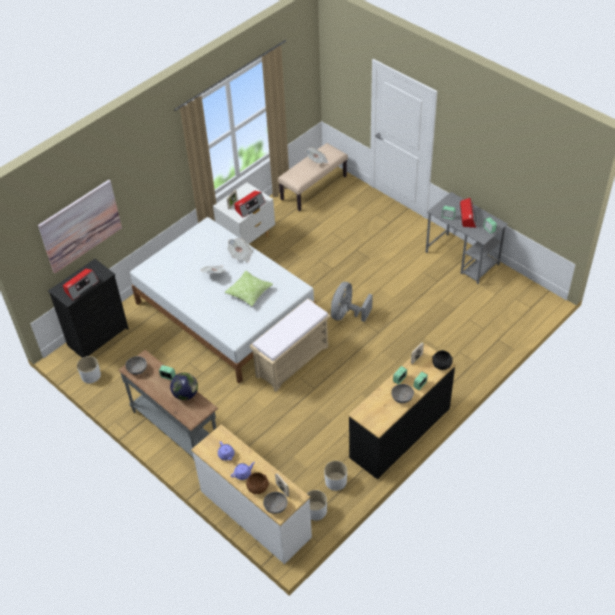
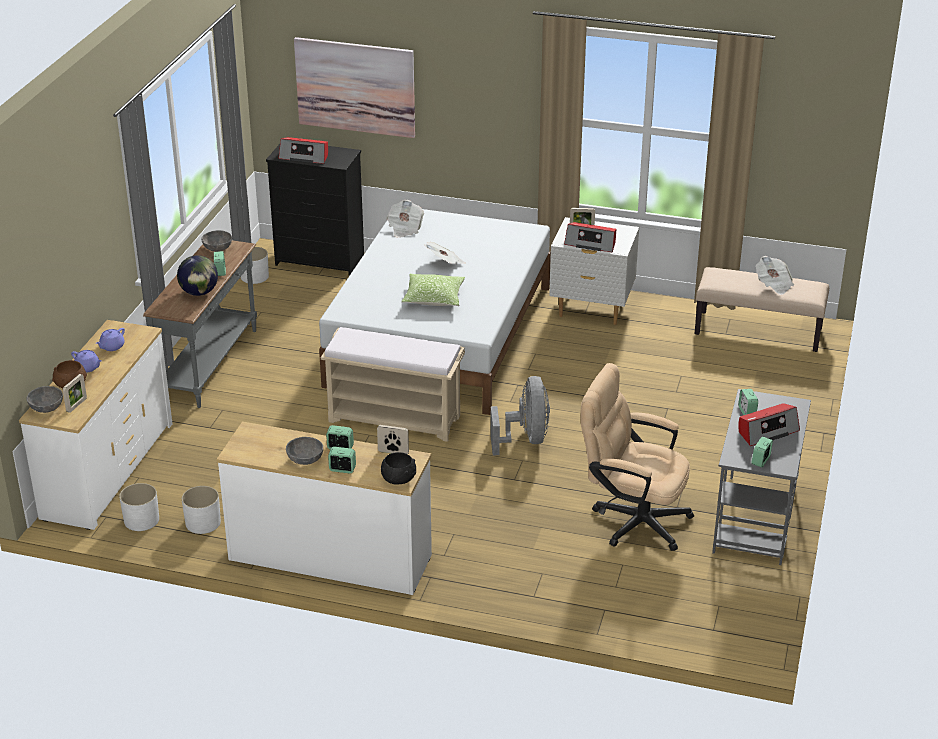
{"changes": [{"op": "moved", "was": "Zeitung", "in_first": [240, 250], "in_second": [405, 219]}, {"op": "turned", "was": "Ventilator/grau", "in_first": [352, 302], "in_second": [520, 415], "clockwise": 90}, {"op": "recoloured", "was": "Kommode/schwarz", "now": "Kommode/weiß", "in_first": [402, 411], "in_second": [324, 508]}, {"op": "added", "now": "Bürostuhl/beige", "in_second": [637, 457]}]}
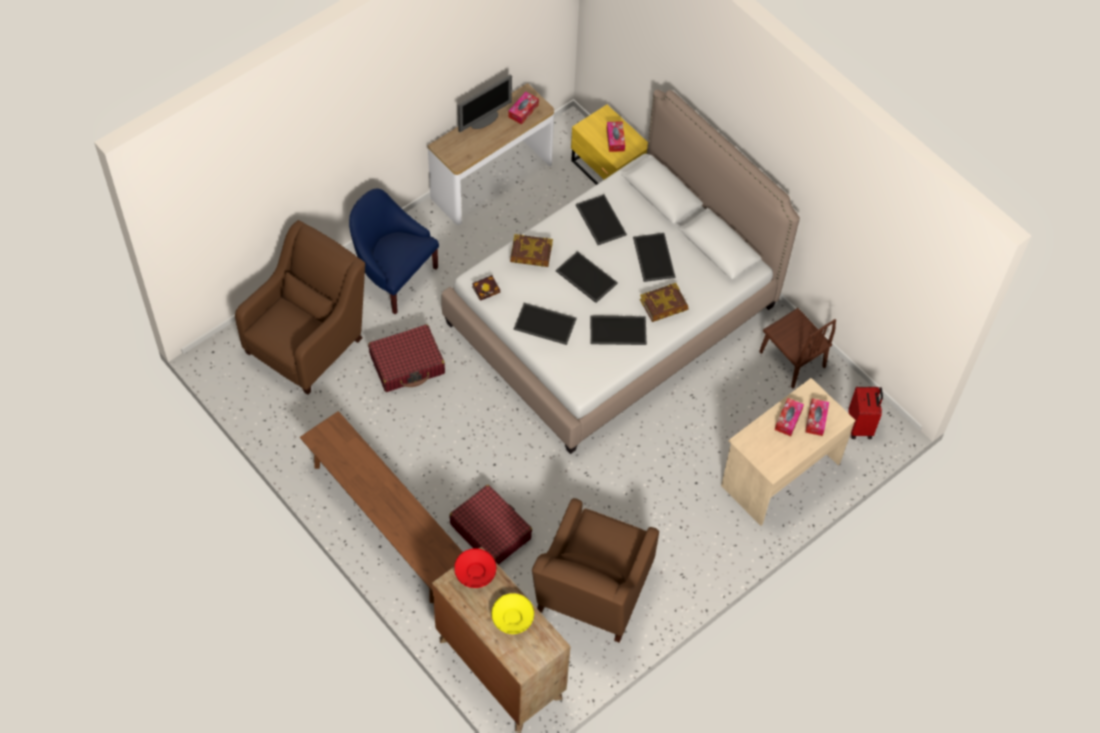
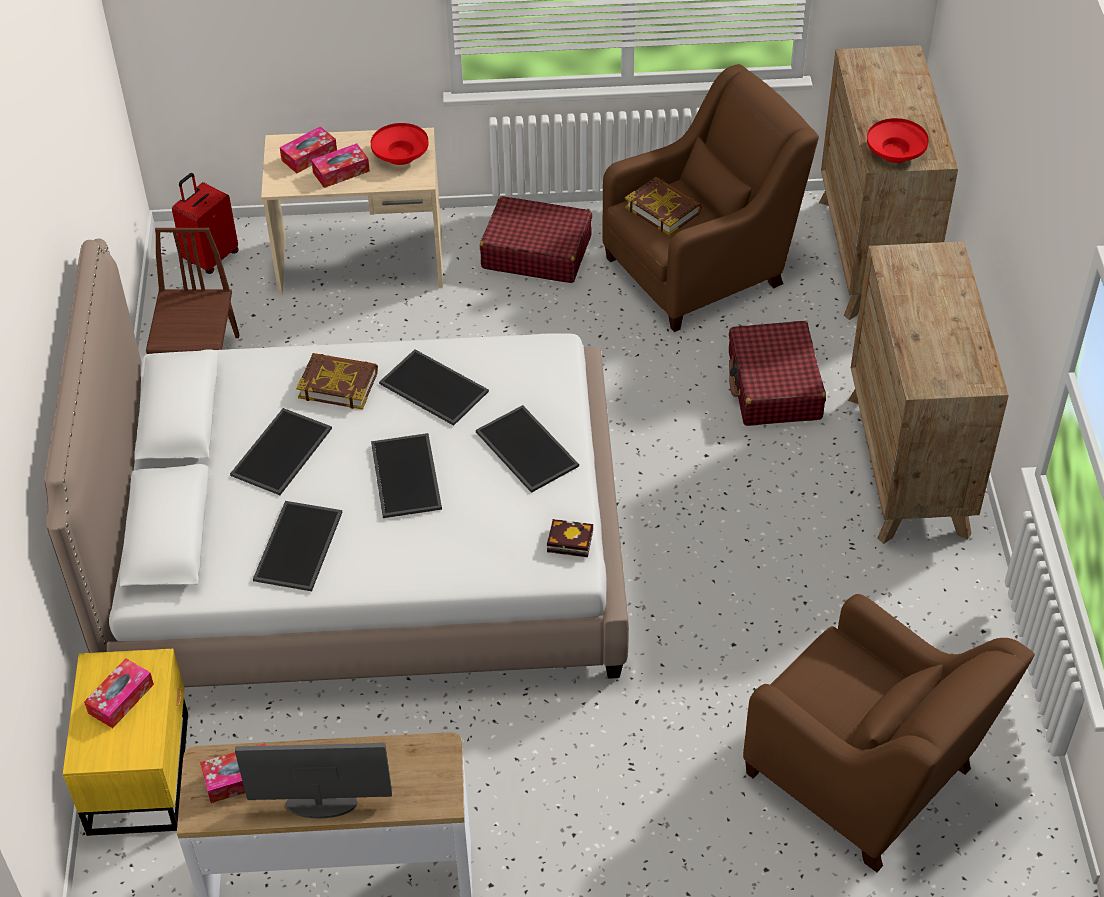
{"changes": [{"op": "removed", "was": "Sessel/blau", "in_first": [394, 252]}, {"op": "turned", "was": "Sessel/braun", "in_first": [300, 307], "in_second": [889, 733], "clockwise": -120}, {"op": "moved", "was": "Buch", "in_first": [531, 250], "in_second": [663, 206]}, {"op": "moved", "was": "Koffer/rot", "in_first": [406, 358], "in_second": [536, 239]}, {"op": "replaced", "was": "Bank/braun", "now": "Kommode/braun", "in_first": [381, 507], "in_second": [928, 392]}, {"op": "removed", "was": "Schüssel/gelb", "in_first": [513, 613]}, {"op": "added", "now": "Schüssel/rot", "in_second": [400, 144]}]}
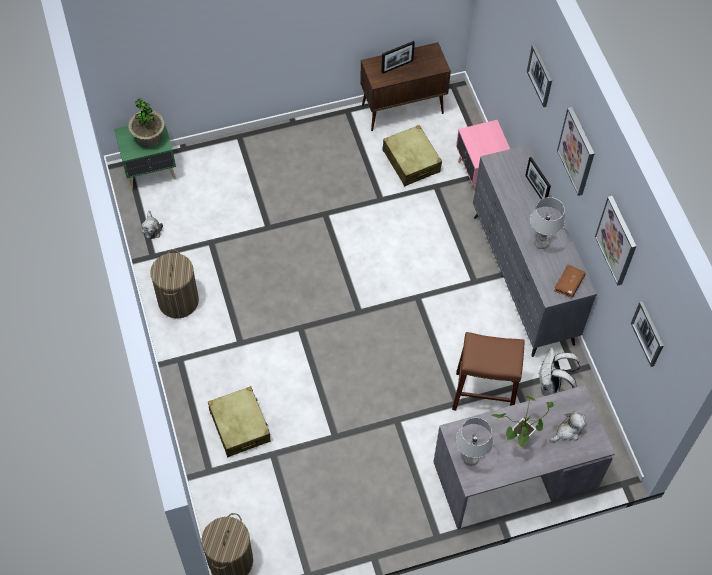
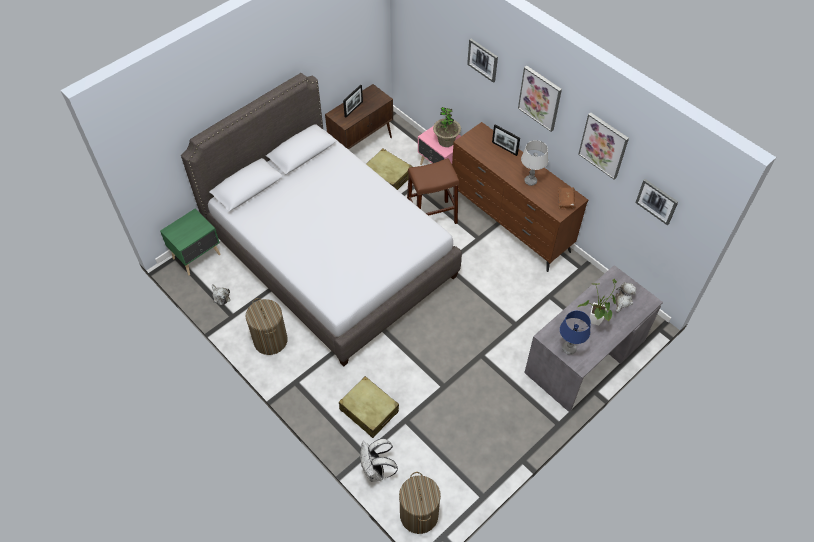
{"changes": [{"op": "moved", "was": "Topfpflanze", "in_first": [146, 122], "in_second": [447, 127]}, {"op": "recoloured", "was": "Kommode/grau", "now": "Kommode/braun", "in_first": [535, 251], "in_second": [520, 197]}, {"op": "moved", "was": "Hocker/braun", "in_first": [488, 371], "in_second": [433, 191]}, {"op": "moved", "was": "Rucksack/weiß", "in_first": [559, 372], "in_second": [379, 460]}, {"op": "recoloured", "was": "Tischlampe/grau", "now": "Tischlampe/blau", "in_first": [474, 442], "in_second": [575, 333]}, {"op": "added", "now": "Bett/grau", "in_second": [321, 219]}]}
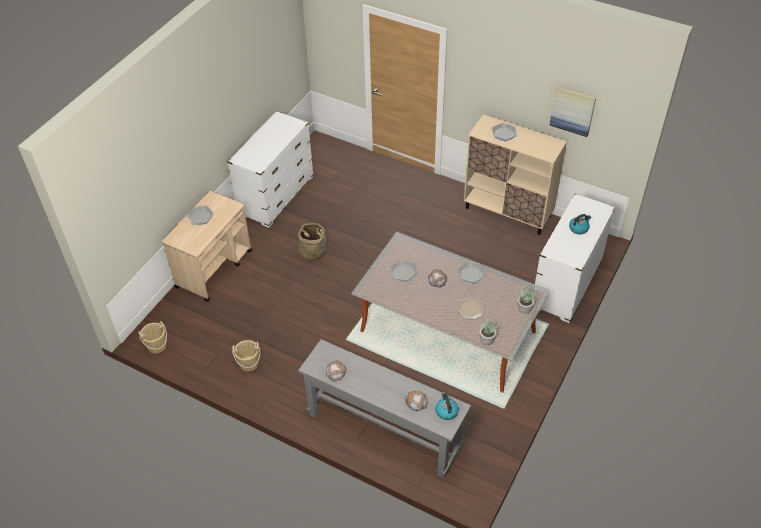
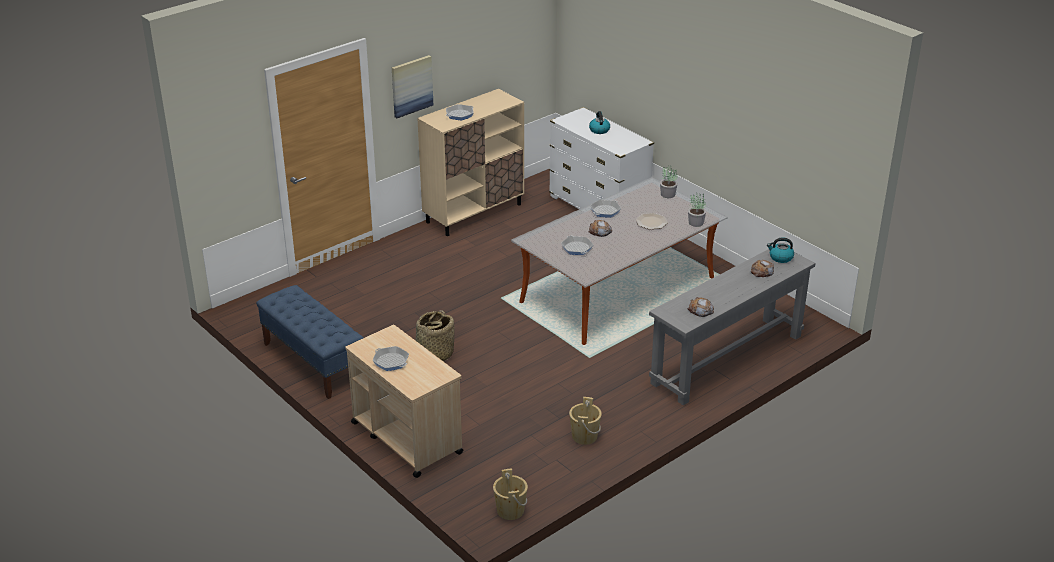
{"changes": [{"op": "moved", "was": "Bild", "in_first": [573, 111], "in_second": [412, 86]}, {"op": "replaced", "was": "Kommode/weiß", "now": "Bank/blau", "in_first": [270, 169], "in_second": [309, 342]}]}
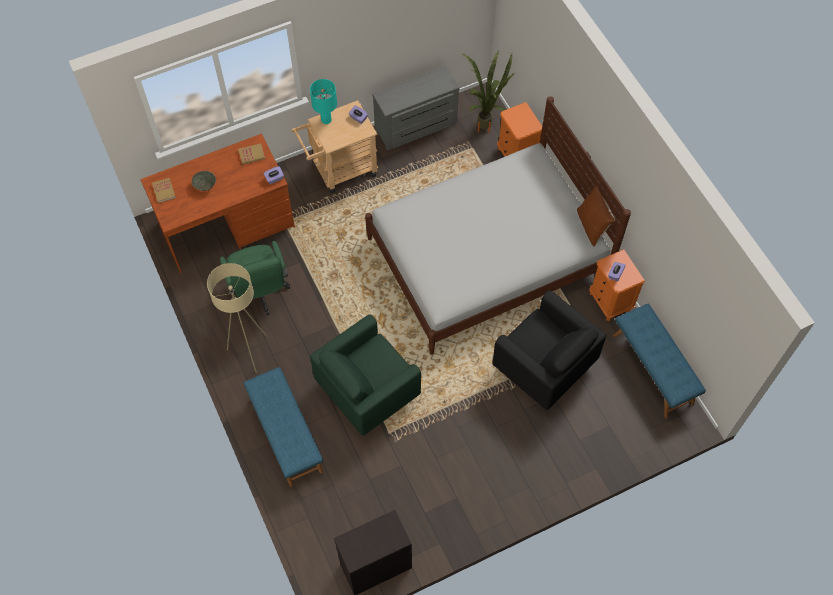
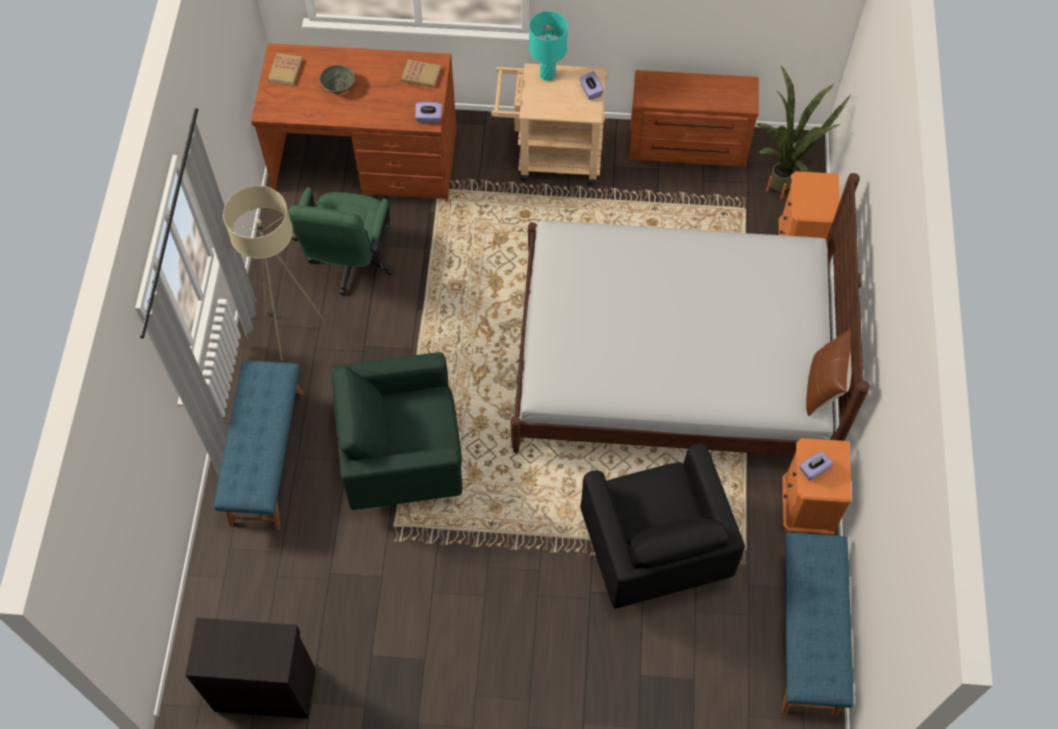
{"changes": [{"op": "recoloured", "was": "Kommode/grau", "now": "Kommode/braun", "in_first": [416, 108], "in_second": [694, 118]}]}
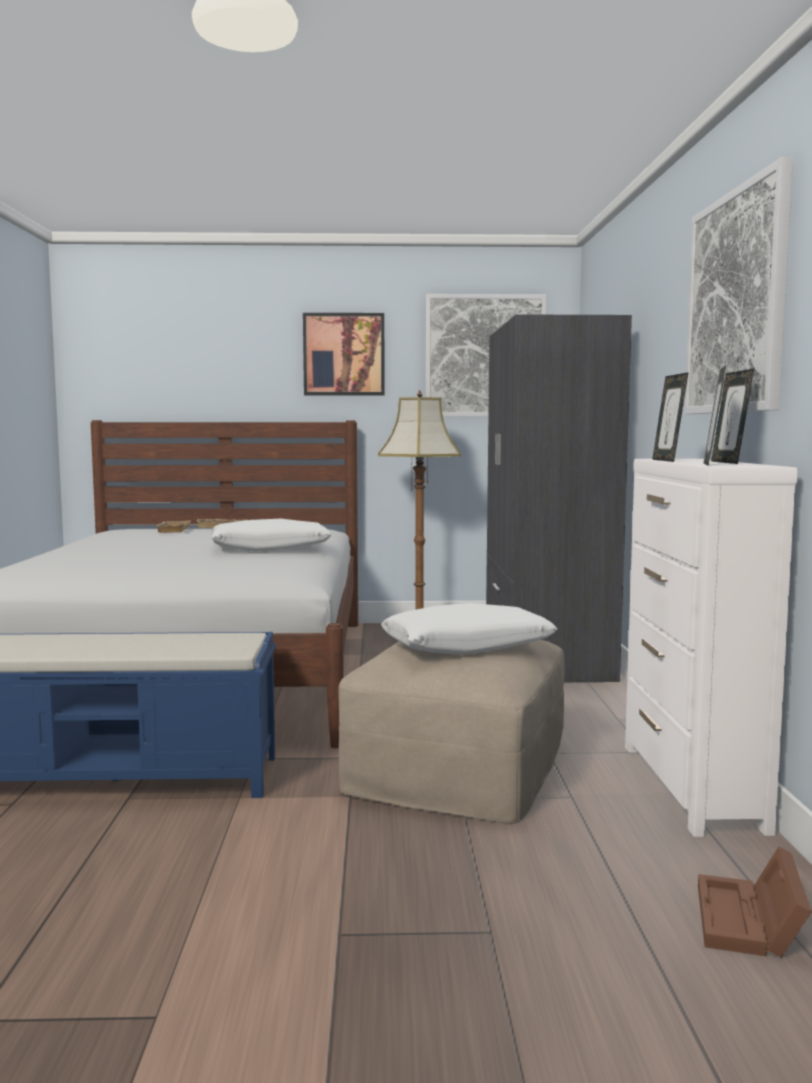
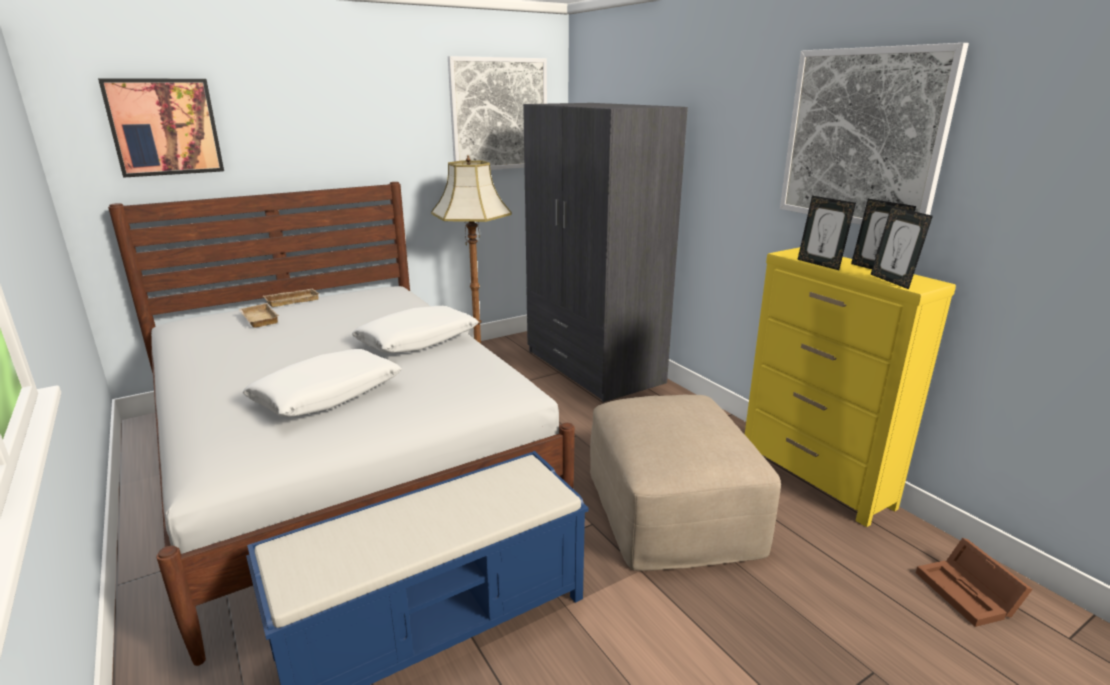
{"changes": [{"op": "moved", "was": "Bild", "in_first": [344, 354], "in_second": [161, 128]}, {"op": "recoloured", "was": "Kommode/weiß", "now": "Kommode/gelb", "in_first": [711, 648], "in_second": [850, 387]}, {"op": "moved", "was": "Kissen/weiß", "in_first": [469, 629], "in_second": [322, 383]}]}
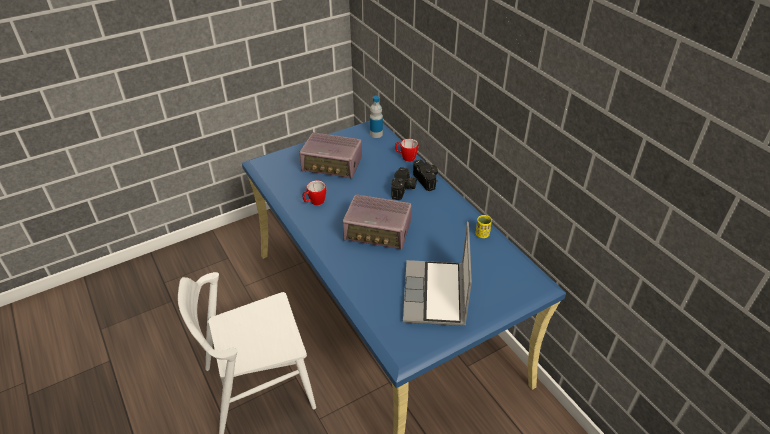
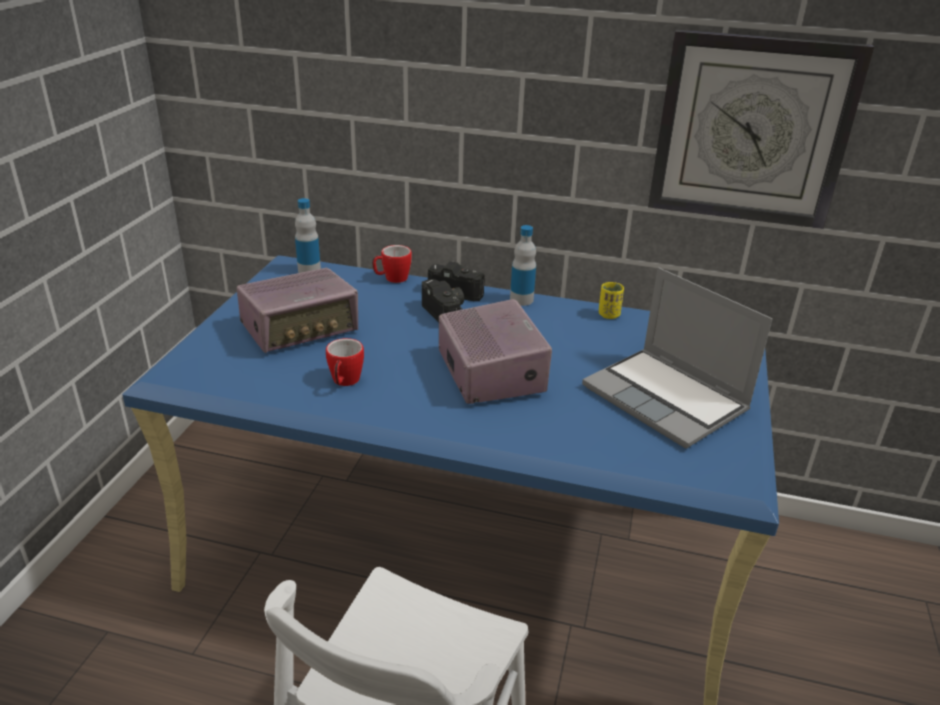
{"changes": [{"op": "turned", "was": "Radio", "in_first": [377, 222], "in_second": [495, 351], "clockwise": -75}, {"op": "added", "now": "Wanduhr", "in_second": [761, 129]}, {"op": "added", "now": "Flasche", "in_second": [523, 265]}]}
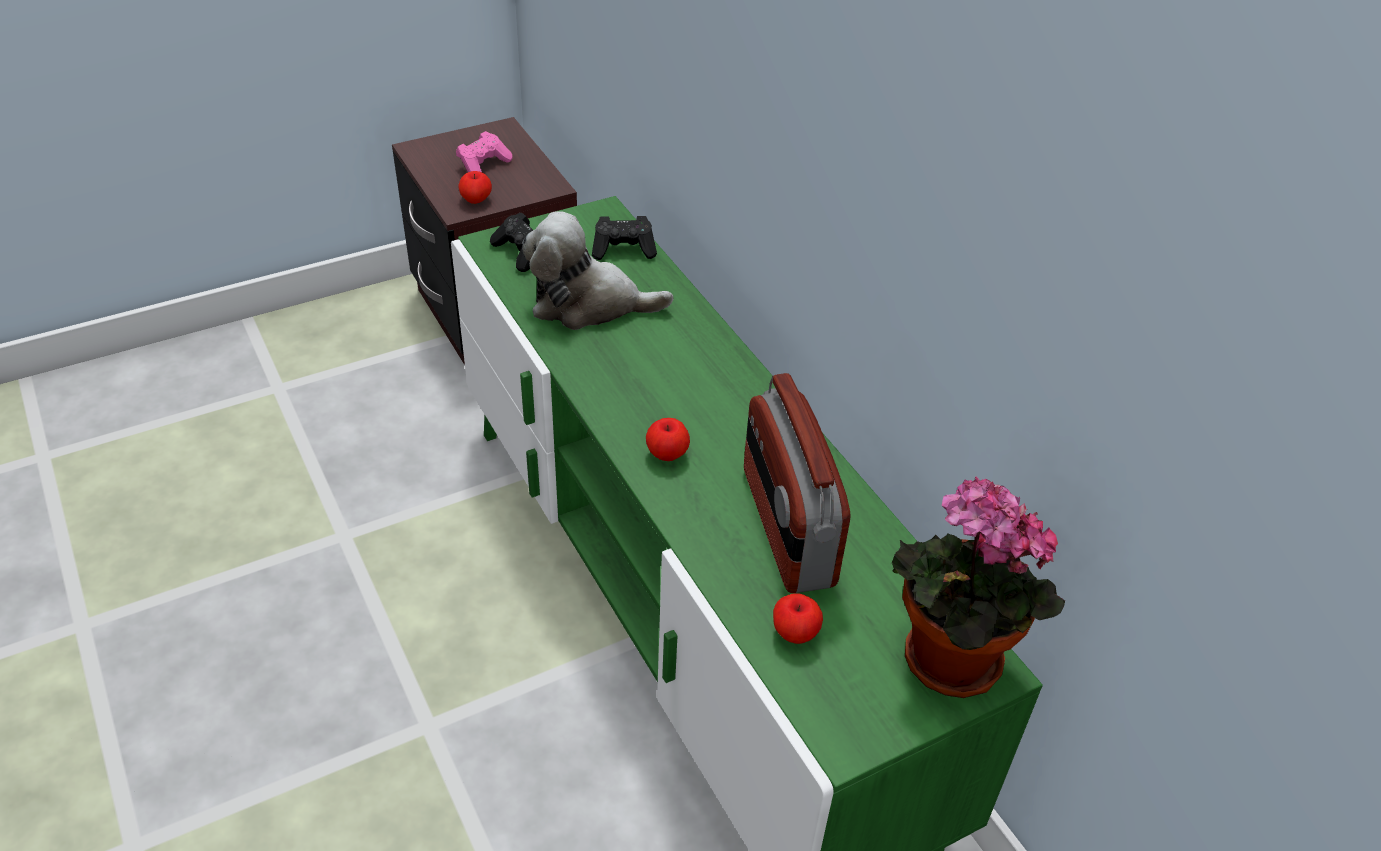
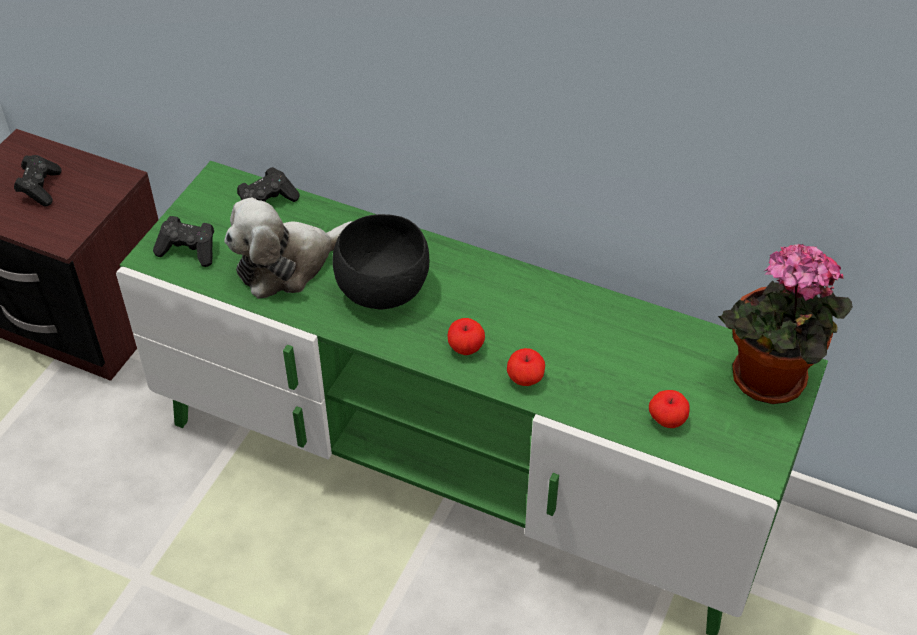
{"changes": [{"op": "recoloured", "was": "Gamepad/rosa", "now": "Gamepad/schwarz", "in_first": [484, 151], "in_second": [38, 180]}, {"op": "moved", "was": "Apfel", "in_first": [475, 187], "in_second": [526, 367]}, {"op": "removed", "was": "Radio", "in_first": [797, 483]}, {"op": "added", "now": "Schüssel/schwarz", "in_second": [380, 262]}]}
